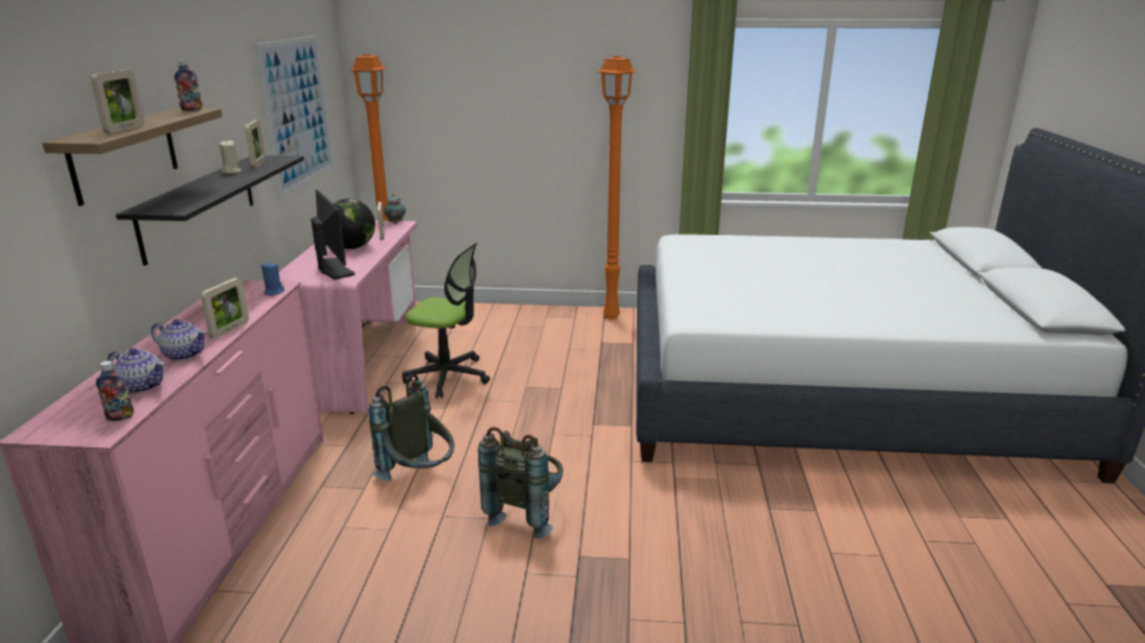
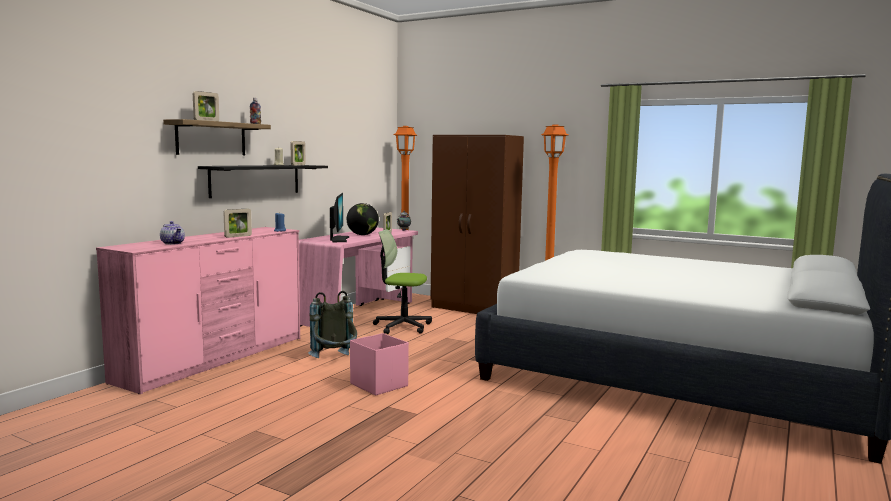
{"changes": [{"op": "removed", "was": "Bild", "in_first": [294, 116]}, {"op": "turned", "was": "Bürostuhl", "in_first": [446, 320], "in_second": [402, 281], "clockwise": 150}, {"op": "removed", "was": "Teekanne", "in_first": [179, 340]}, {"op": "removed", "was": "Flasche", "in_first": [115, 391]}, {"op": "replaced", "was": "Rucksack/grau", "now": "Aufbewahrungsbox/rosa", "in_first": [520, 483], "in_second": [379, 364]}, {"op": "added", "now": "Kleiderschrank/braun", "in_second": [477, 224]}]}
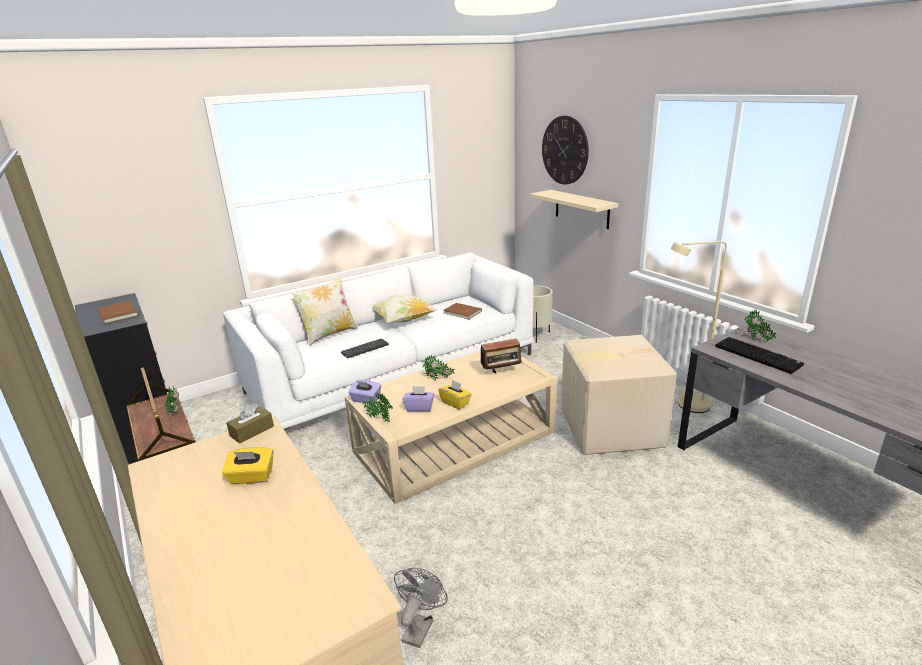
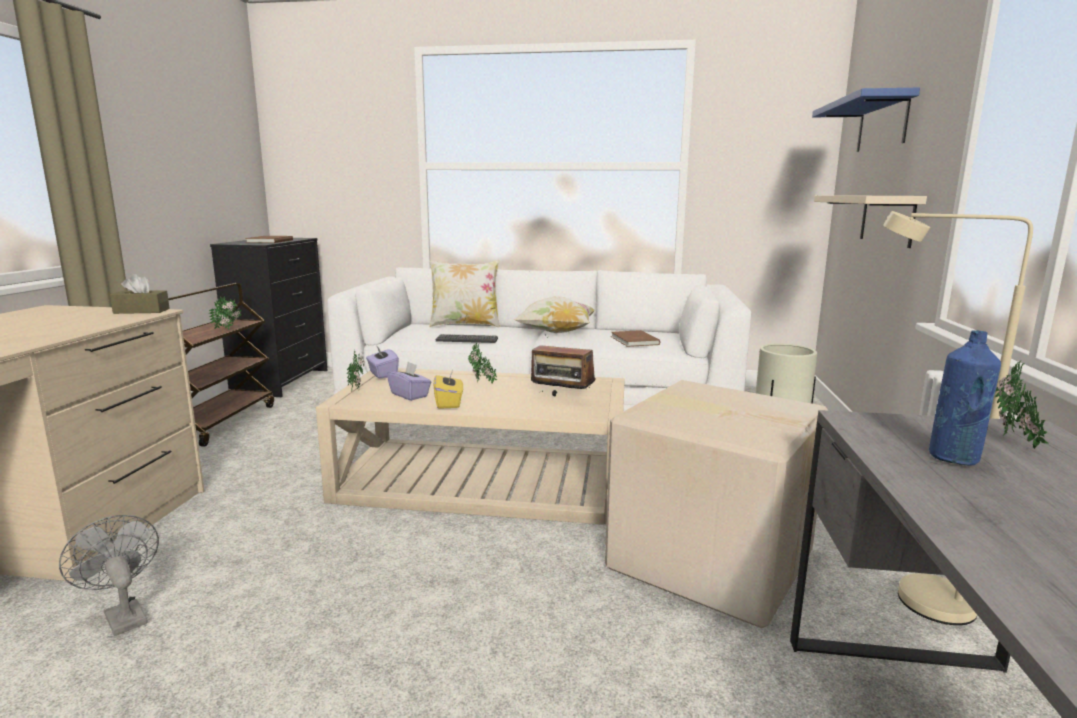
{"changes": [{"op": "replaced", "was": "Wanduhr", "now": "Wandregal/blau", "in_first": [565, 150], "in_second": [866, 120]}, {"op": "replaced", "was": "Tastatur", "now": "Flasche/blau", "in_first": [759, 355], "in_second": [965, 398]}, {"op": "removed", "was": "Taschentuchbox/gelb", "in_first": [248, 465]}, {"op": "turned", "was": "Ventilator/grau", "in_first": [421, 608], "in_second": [109, 575], "clockwise": -105}]}
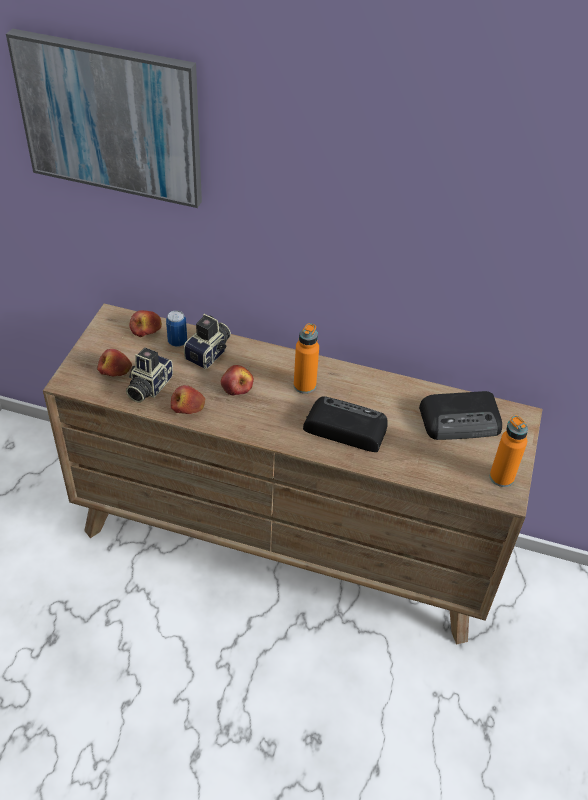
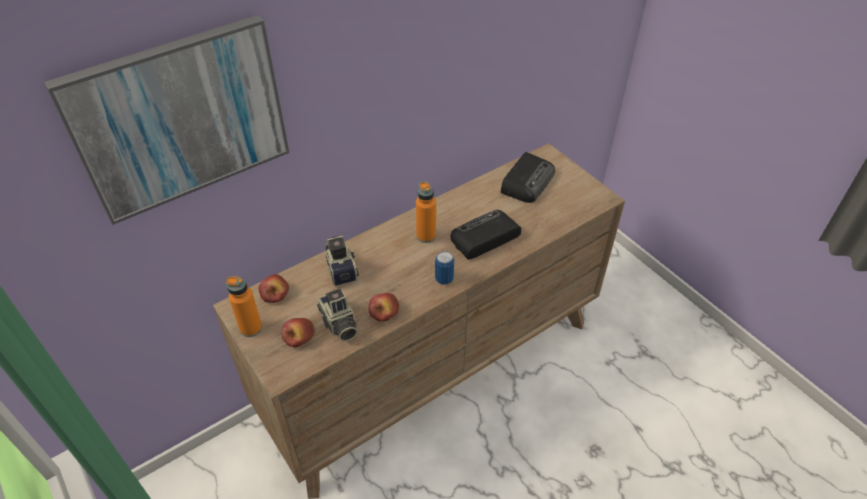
{"changes": [{"op": "moved", "was": "Dose", "in_first": [176, 328], "in_second": [444, 268]}, {"op": "removed", "was": "Apfel", "in_first": [237, 380]}, {"op": "moved", "was": "Flasche/orange", "in_first": [509, 451], "in_second": [244, 306]}]}
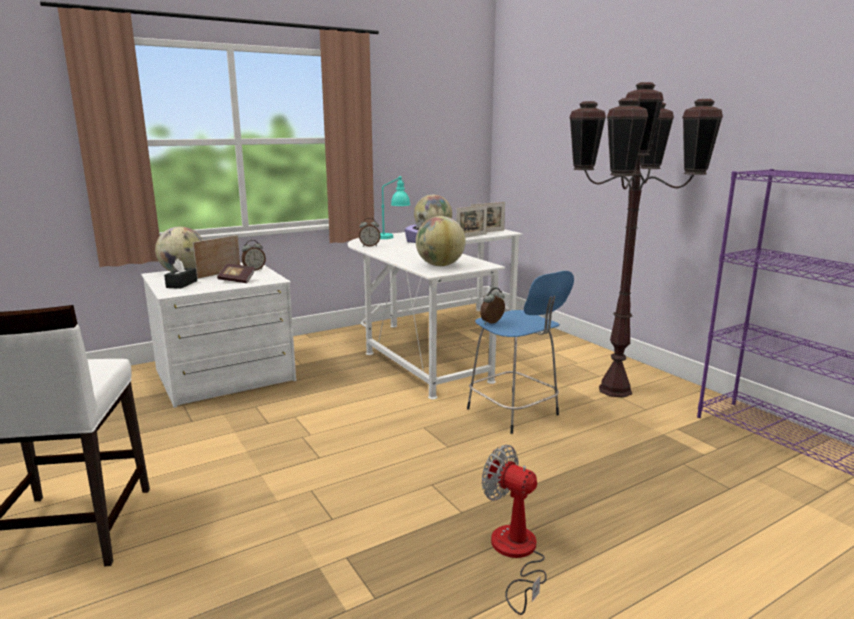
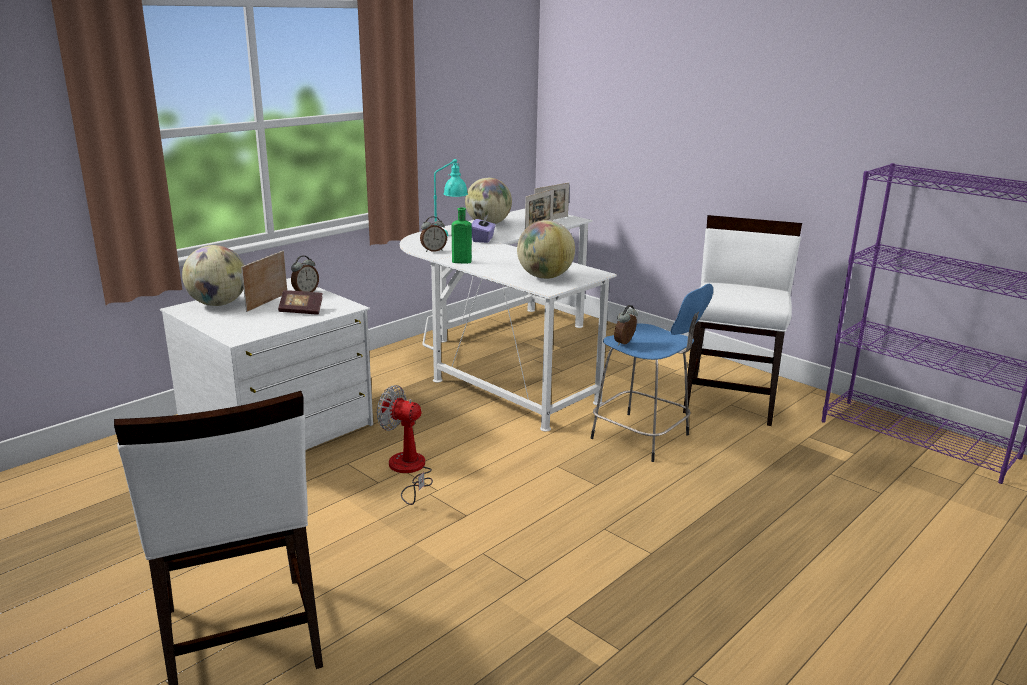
{"changes": [{"op": "replaced", "was": "Stehlampe/braun", "now": "Stuhl/weiß", "in_first": [646, 240], "in_second": [742, 320]}, {"op": "removed", "was": "Taschentuchbox/schwarz", "in_first": [180, 274]}, {"op": "moved", "was": "Ventilator", "in_first": [514, 530], "in_second": [405, 445]}, {"op": "added", "now": "Flasche/grün", "in_second": [462, 235]}]}
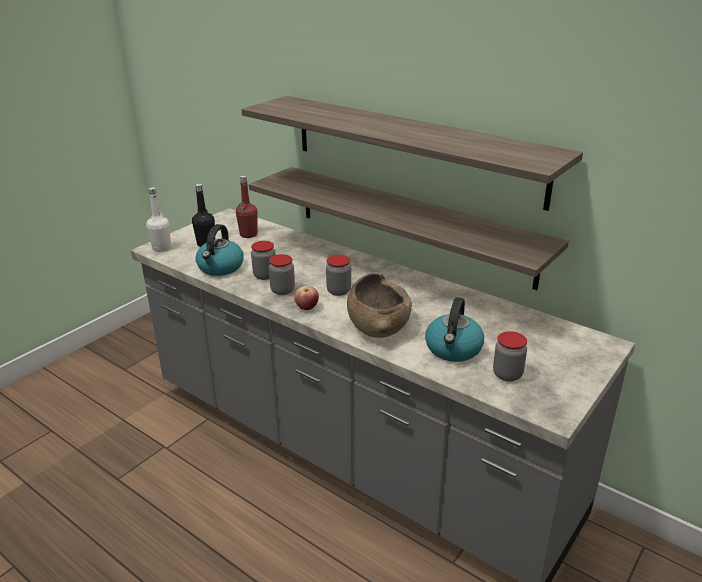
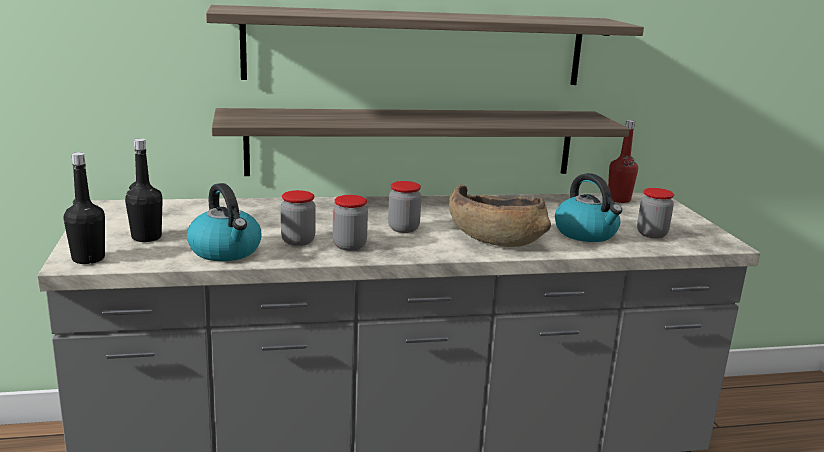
{"changes": [{"op": "moved", "was": "Flasche/rot", "in_first": [247, 206], "in_second": [623, 161]}, {"op": "recoloured", "was": "Flasche/weiß", "now": "Flasche/schwarz", "in_first": [158, 219], "in_second": [84, 208]}, {"op": "removed", "was": "Apfel", "in_first": [306, 298]}]}
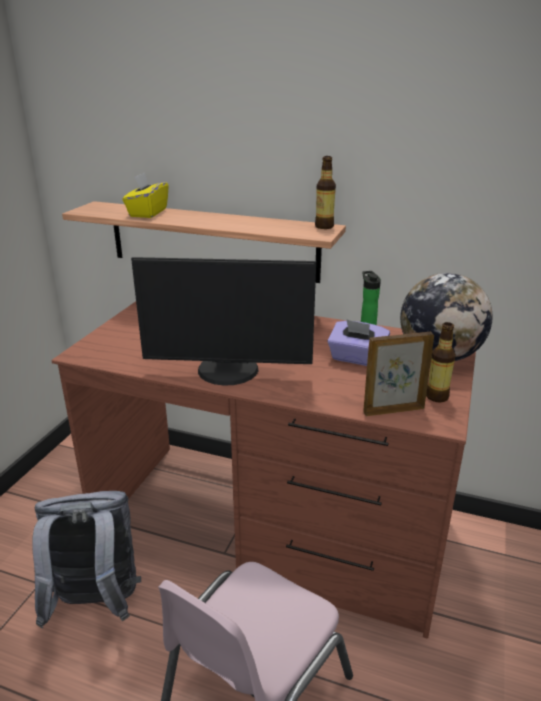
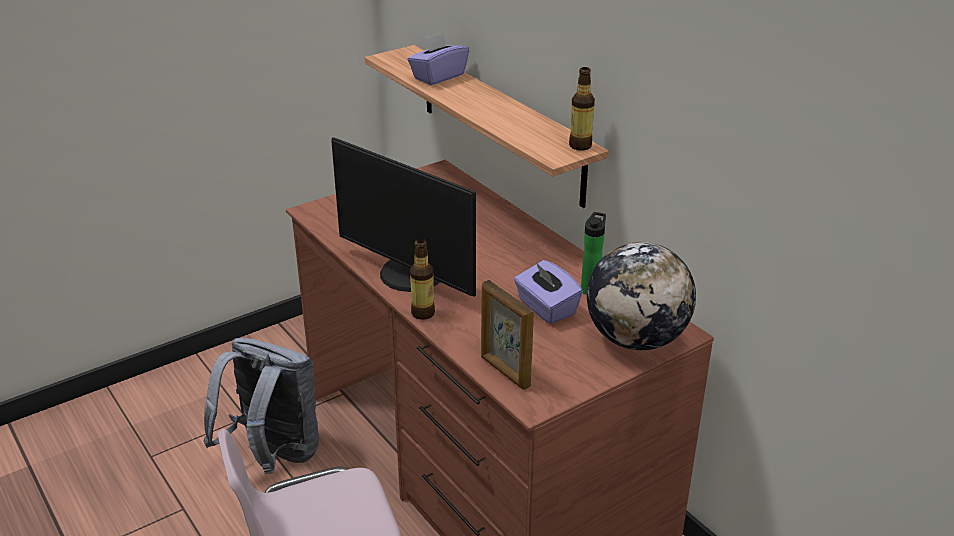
{"changes": [{"op": "recoloured", "was": "Taschentuchbox/gelb", "now": "Taschentuchbox/lila", "in_first": [145, 195], "in_second": [438, 58]}, {"op": "moved", "was": "Flasche", "in_first": [441, 362], "in_second": [422, 279]}, {"op": "turned", "was": "Bilderrahmen", "in_first": [398, 374], "in_second": [507, 335], "clockwise": -150}]}
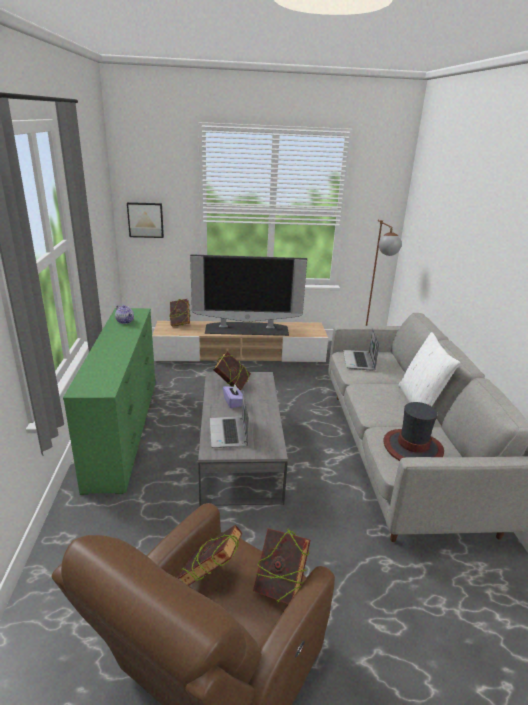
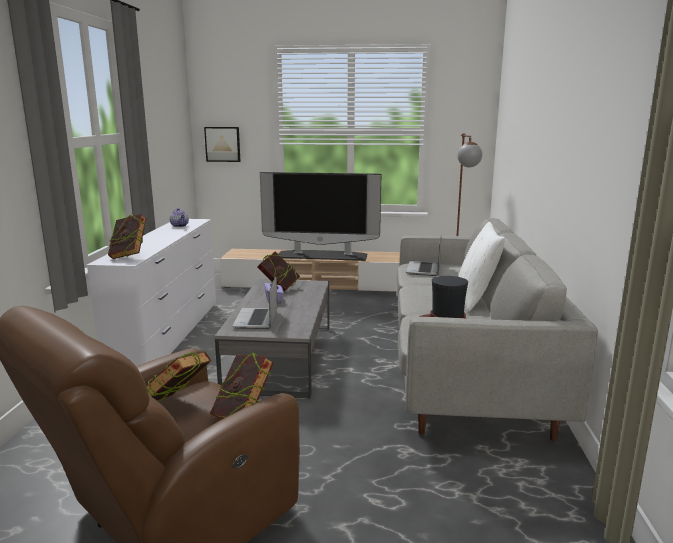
{"changes": [{"op": "moved", "was": "Buch", "in_first": [180, 313], "in_second": [127, 236]}, {"op": "recoloured", "was": "Kommode/grün", "now": "Kommode/weiß", "in_first": [109, 401], "in_second": [151, 293]}]}
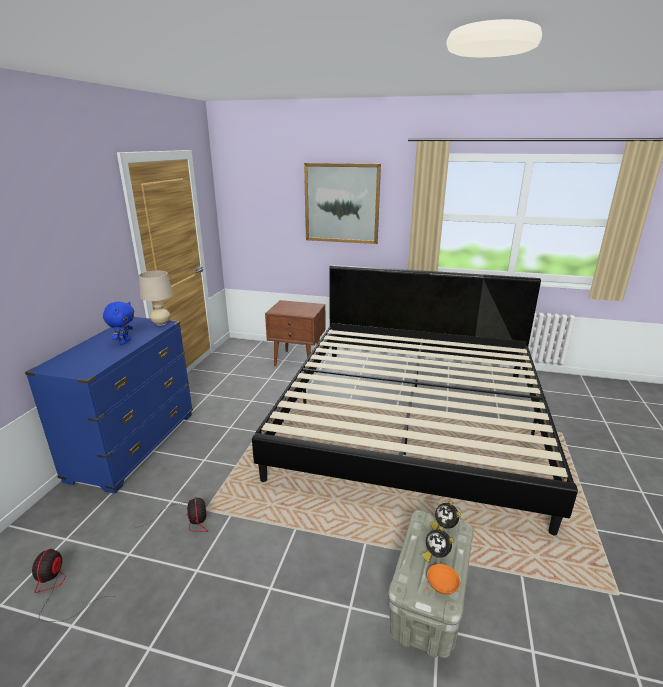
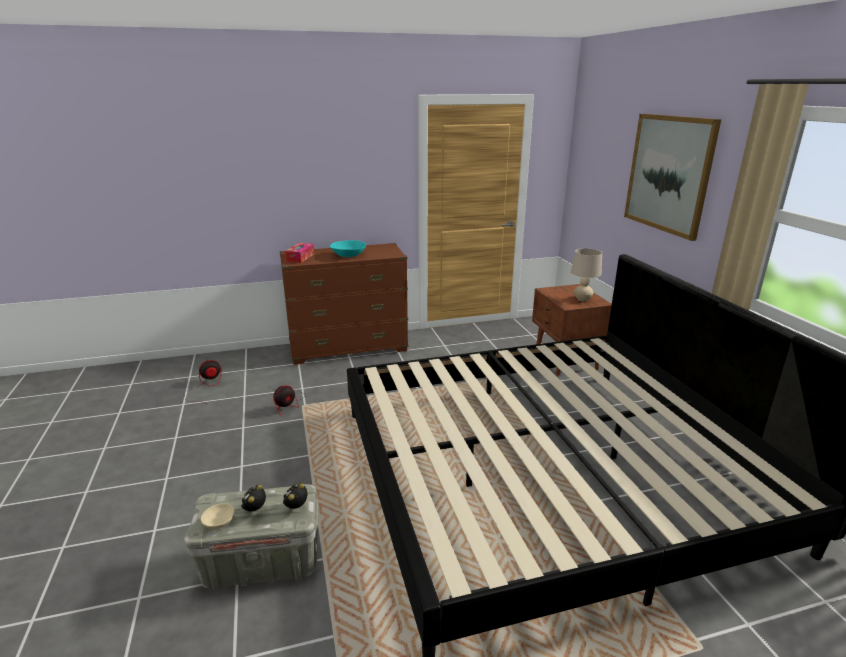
{"changes": [{"op": "moved", "was": "Tischlampe/beige", "in_first": [156, 298], "in_second": [586, 274]}, {"op": "replaced", "was": "Plüschtier/blau", "now": "Schüssel/türkis", "in_first": [118, 323], "in_second": [348, 248]}, {"op": "recoloured", "was": "Kommode/blau", "now": "Kommode/braun", "in_first": [109, 405], "in_second": [344, 304]}, {"op": "recoloured", "was": "Schüssel/orange", "now": "Schüssel/beige", "in_first": [443, 579], "in_second": [217, 516]}, {"op": "added", "now": "Taschentuchbox", "in_second": [299, 253]}]}
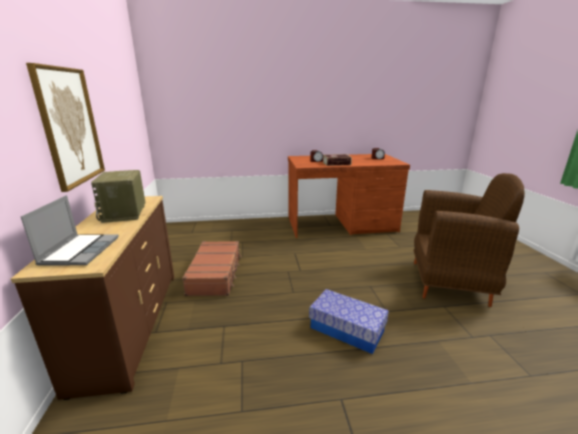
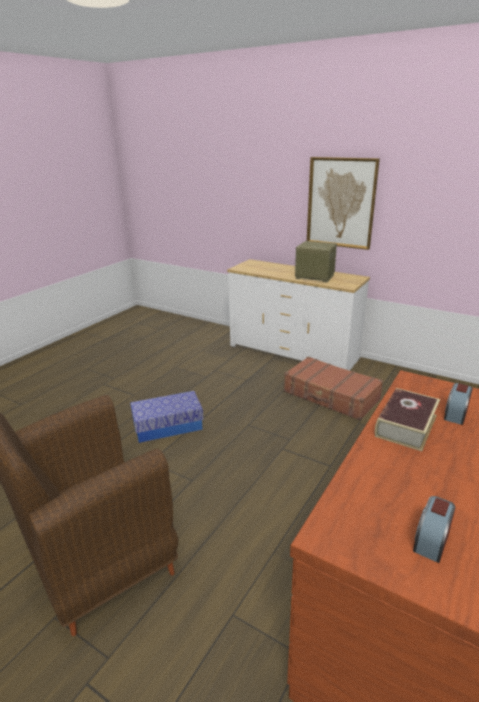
{"changes": [{"op": "removed", "was": "Laptop", "in_first": [70, 230]}, {"op": "recoloured", "was": "Kommode/braun", "now": "Kommode/weiß", "in_first": [92, 298], "in_second": [298, 315]}]}
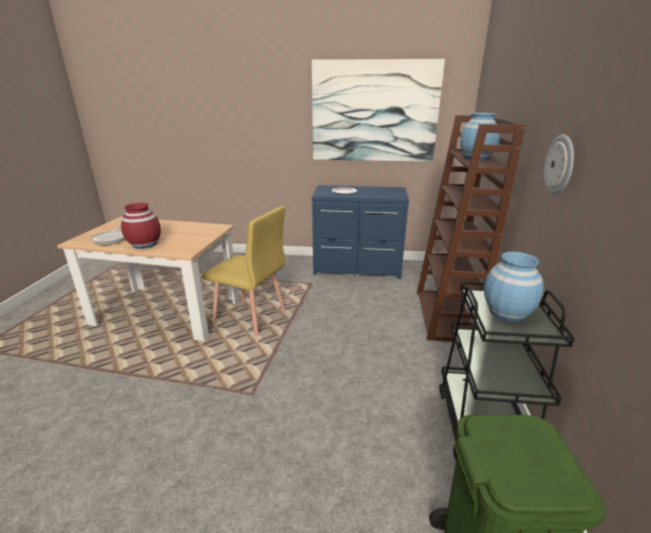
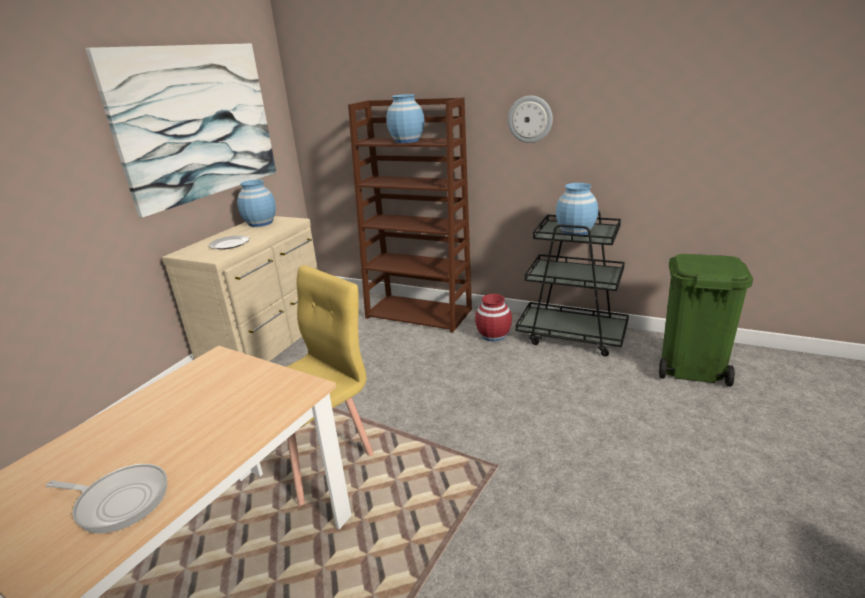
{"changes": [{"op": "recoloured", "was": "Kommode/blau", "now": "Kommode/beige", "in_first": [360, 232], "in_second": [240, 289]}, {"op": "moved", "was": "Vase/rot", "in_first": [141, 226], "in_second": [493, 318]}, {"op": "added", "now": "Vase/blau", "in_second": [256, 203]}]}
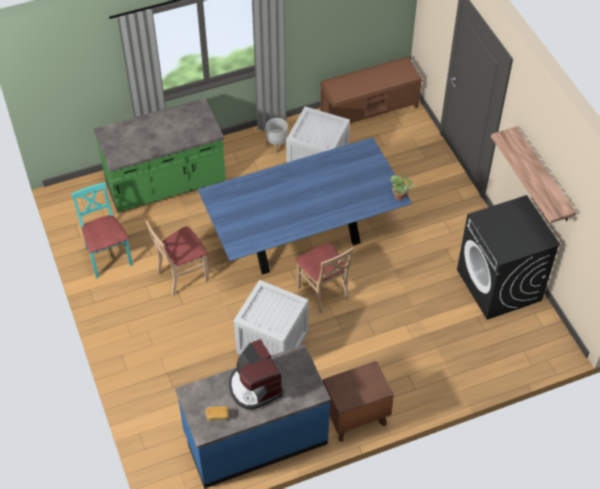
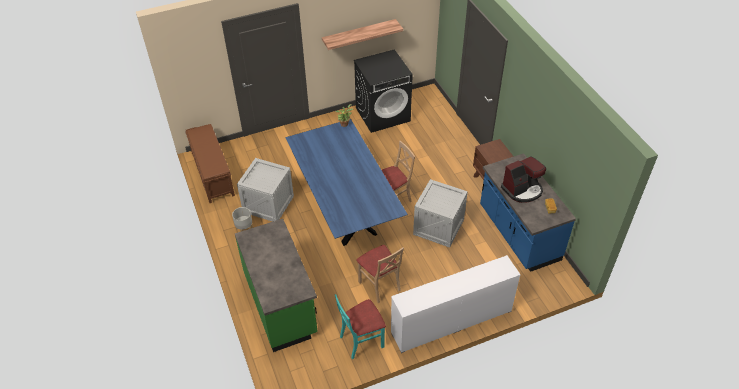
{"changes": [{"op": "added", "now": "Kommode/weiß", "in_second": [455, 304]}]}
